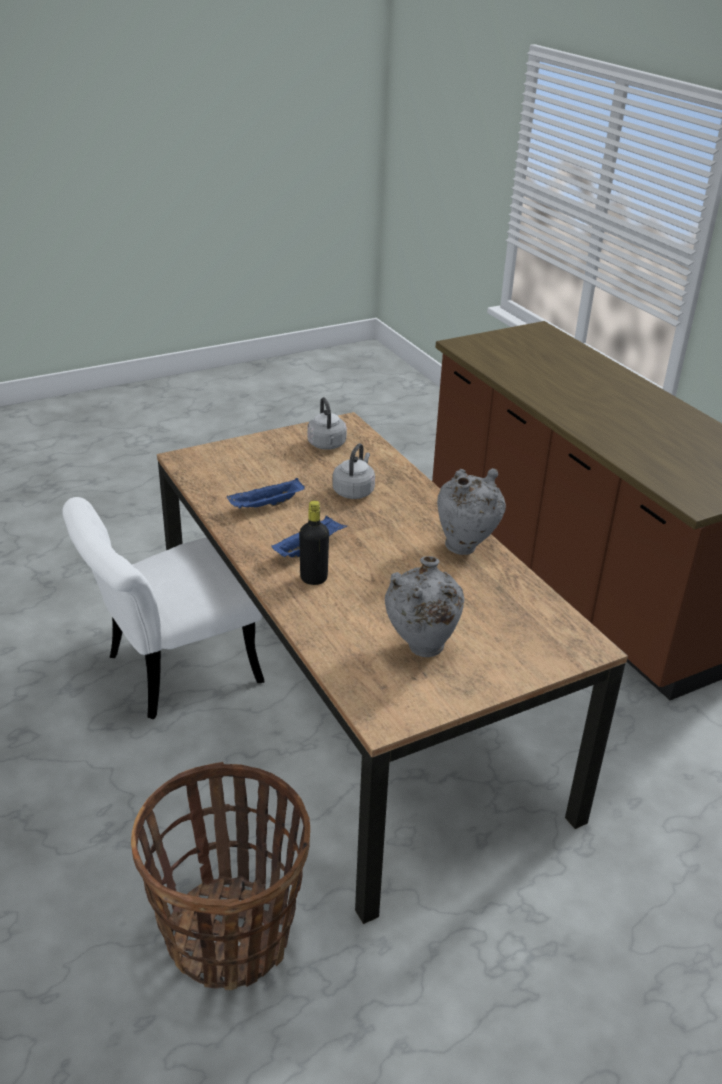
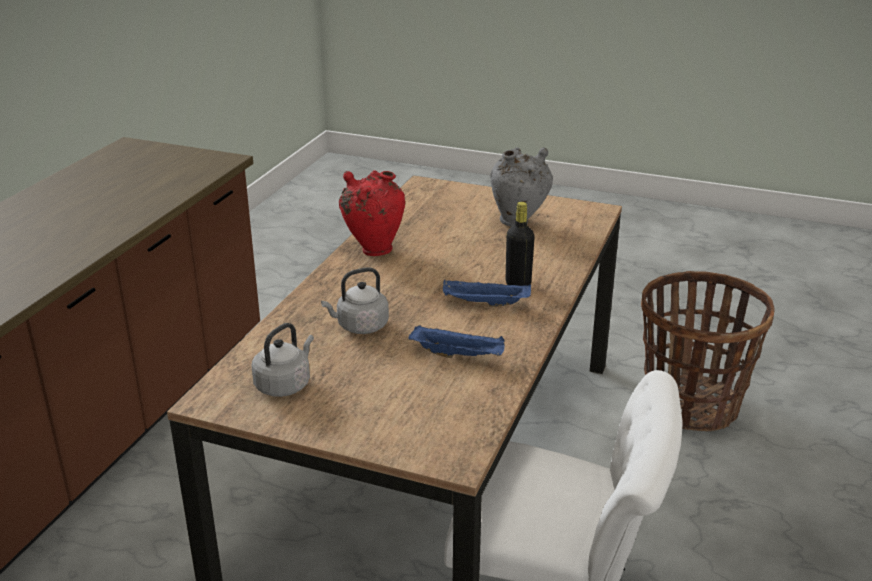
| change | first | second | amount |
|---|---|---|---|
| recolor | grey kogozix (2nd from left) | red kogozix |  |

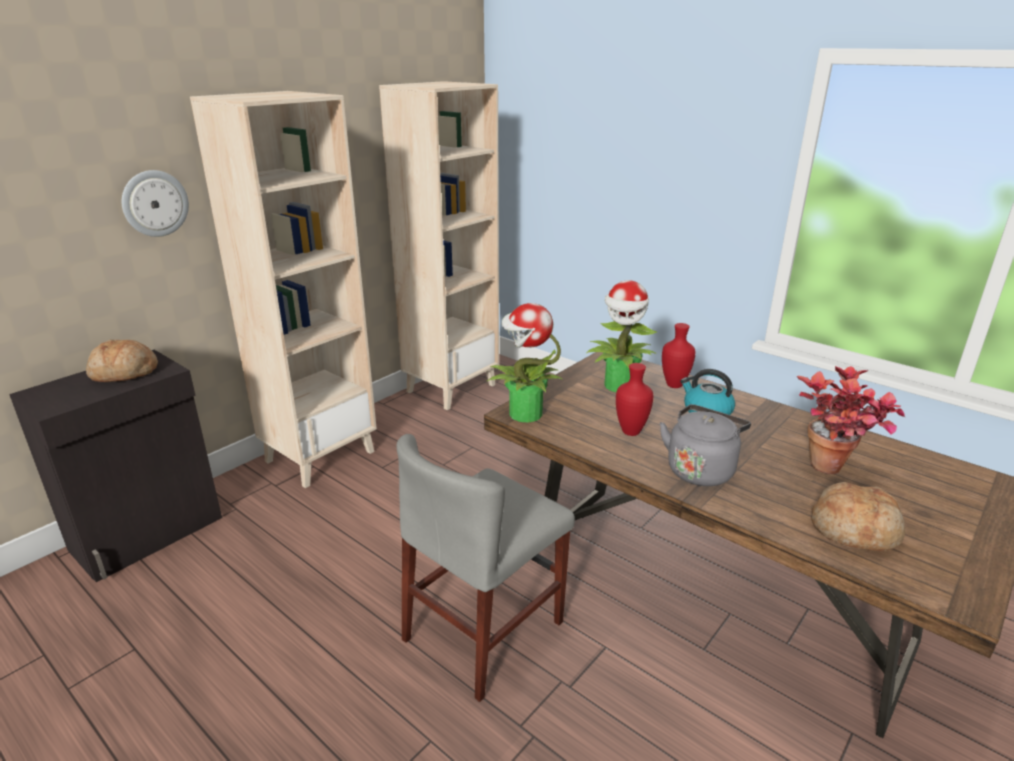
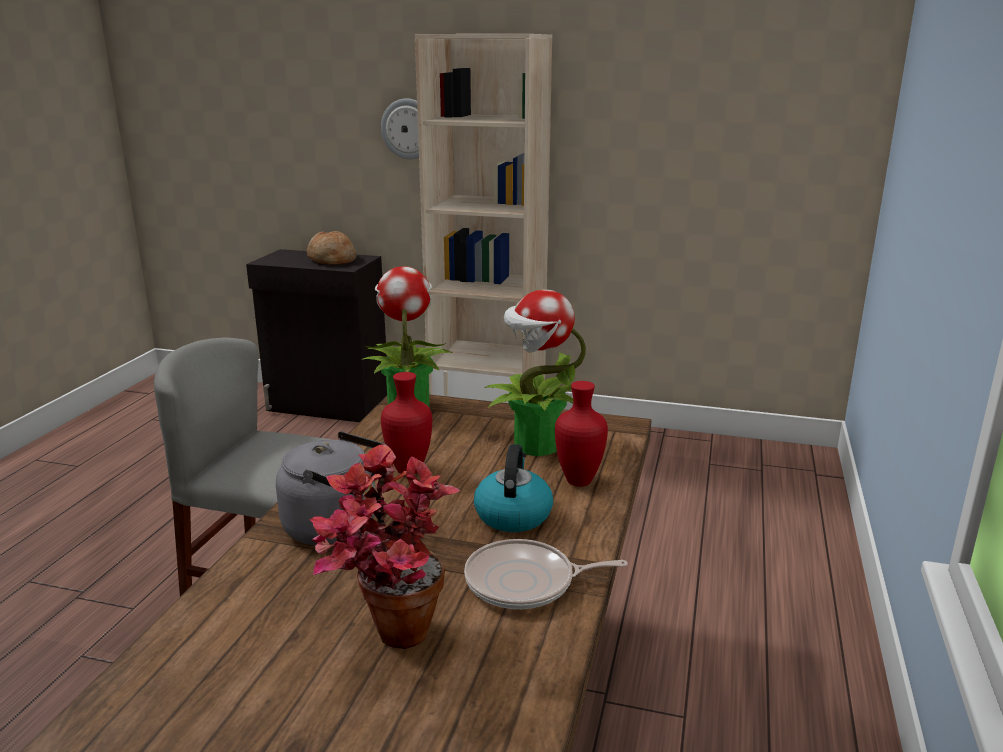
| change | first | second | amount |
|---|---|---|---|
| insert |  | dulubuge |  |
| delete | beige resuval (2nd from left) |  |  |
| delete | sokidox (2nd from left) |  |  |

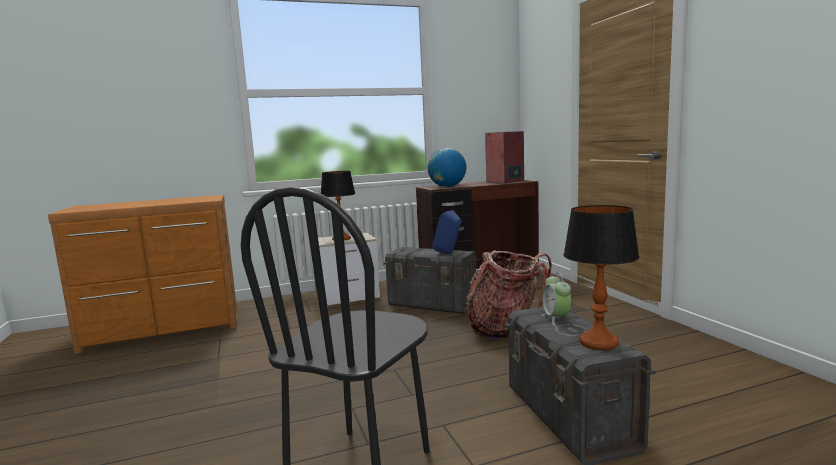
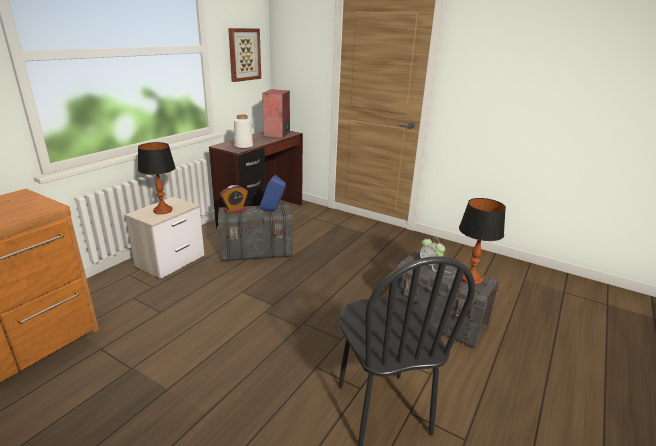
| change | first | second | amount |
|---|---|---|---|
| insert |  | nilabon (1st from left) |  |
| insert |  | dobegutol |  |
| replace | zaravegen | white kogozix |  |
| delete | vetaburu |  |  |

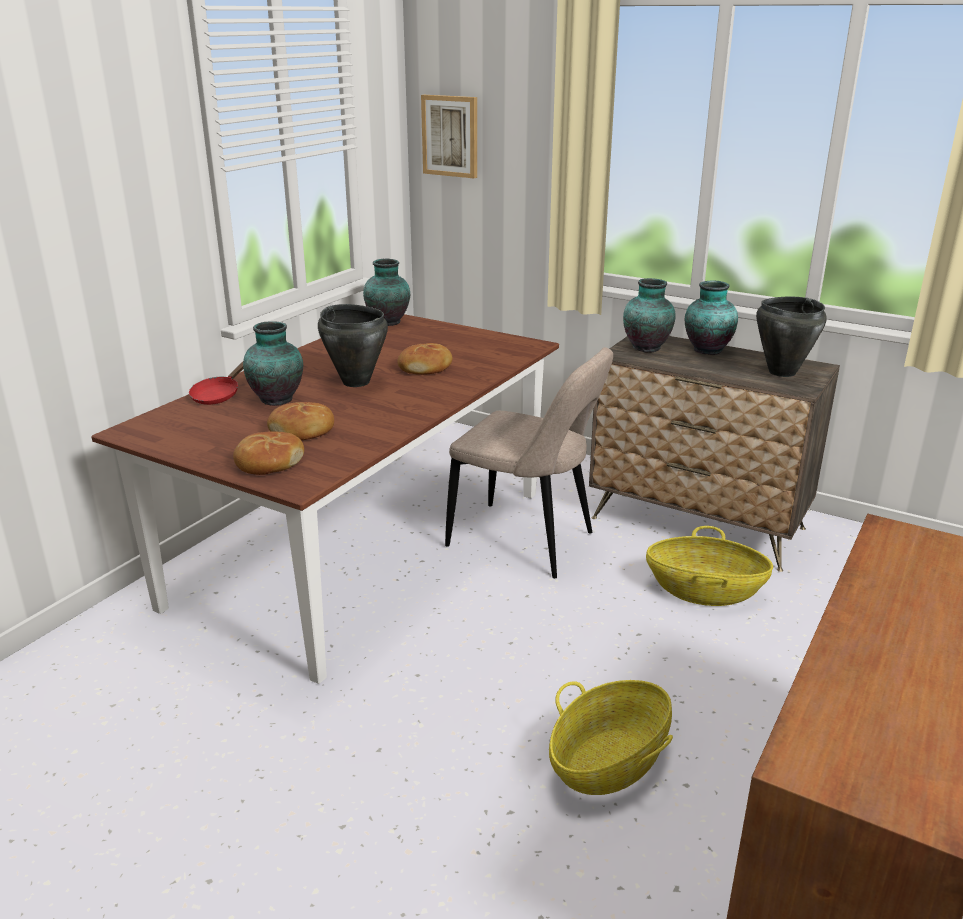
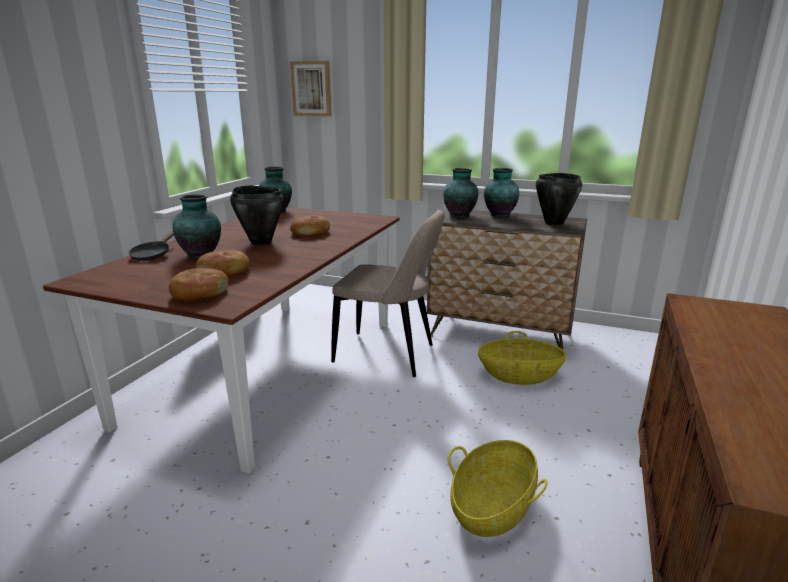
| change | first | second | amount |
|---|---|---|---|
| recolor | red dulubuge | black dulubuge |  |

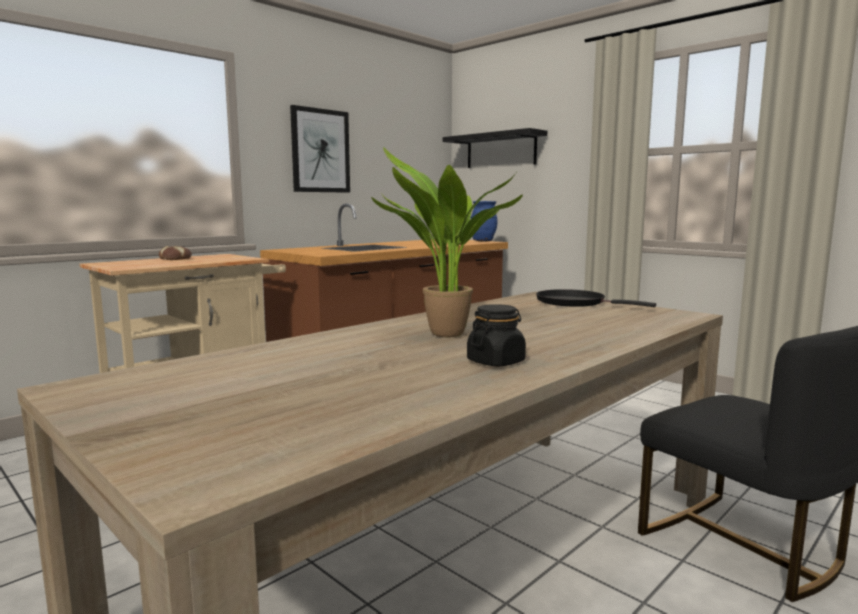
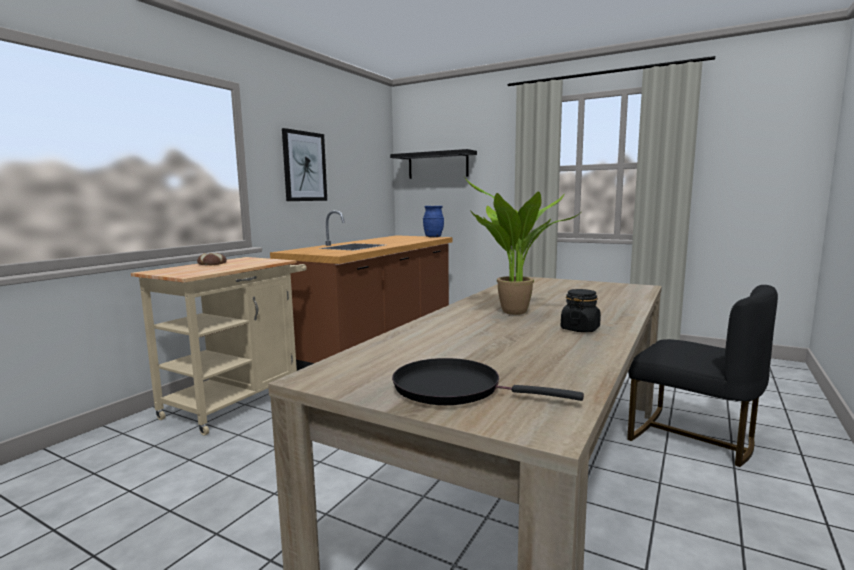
| change | first | second | amount |
|---|---|---|---|
| move | black dulubuge |  |  |

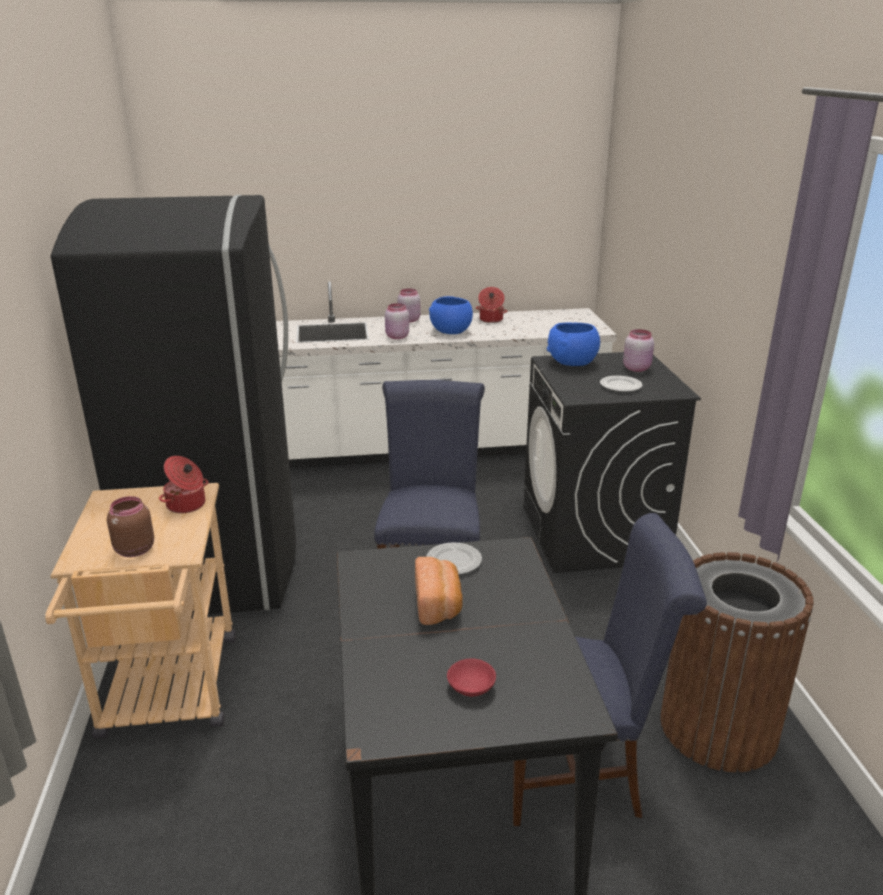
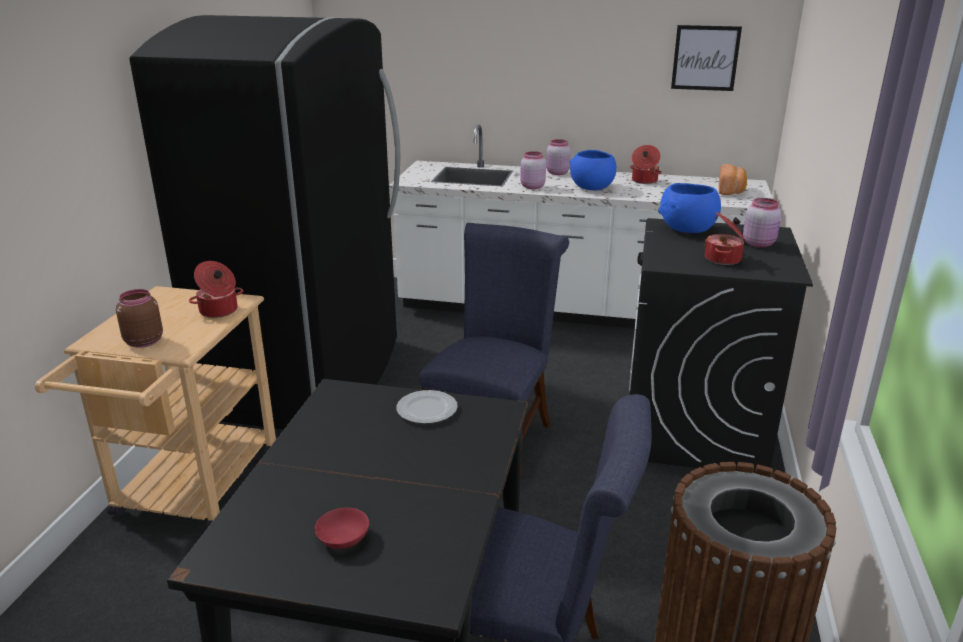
| change | first | second | amount |
|---|---|---|---|
| insert |  | dobegutol |  |
| replace | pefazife (2nd from left) | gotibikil (3rd from left) |  |
| move | sokidox |  |  |

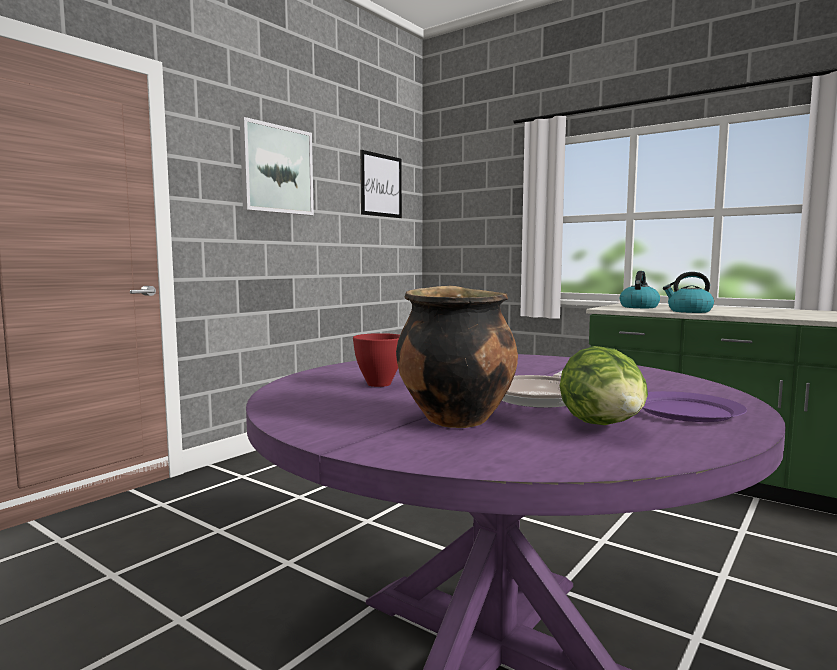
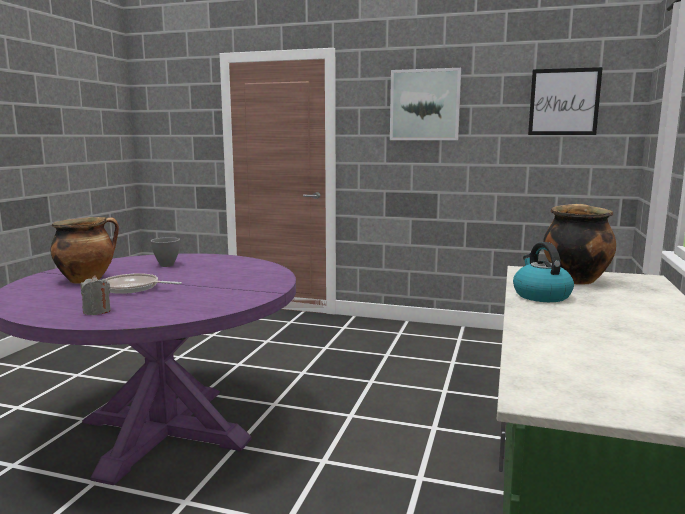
| change | first | second | amount |
|---|---|---|---|
| replace | purple pefazife | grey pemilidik |  |
| recolor | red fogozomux | grey fogozomux |  |
| replace | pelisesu (1st from left) | gotibikil (2nd from left) |  |
| delete | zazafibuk |  |  |

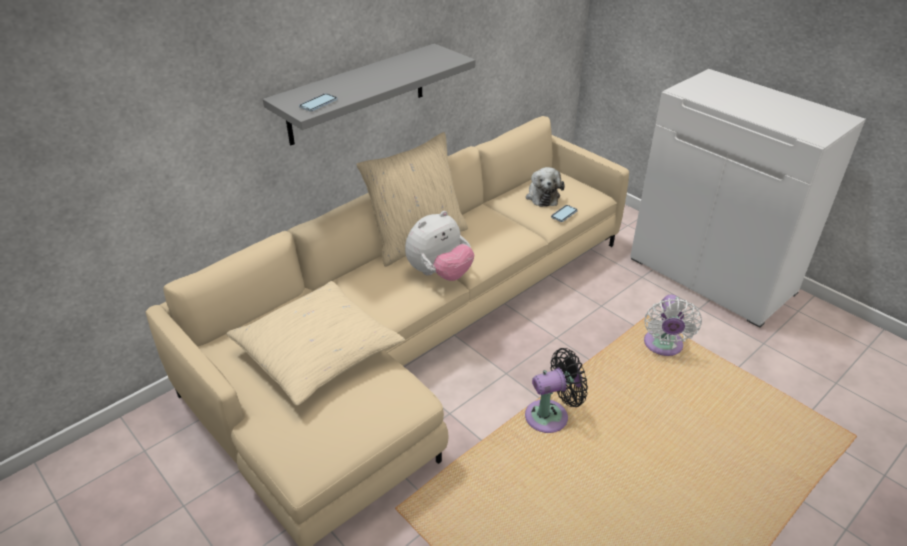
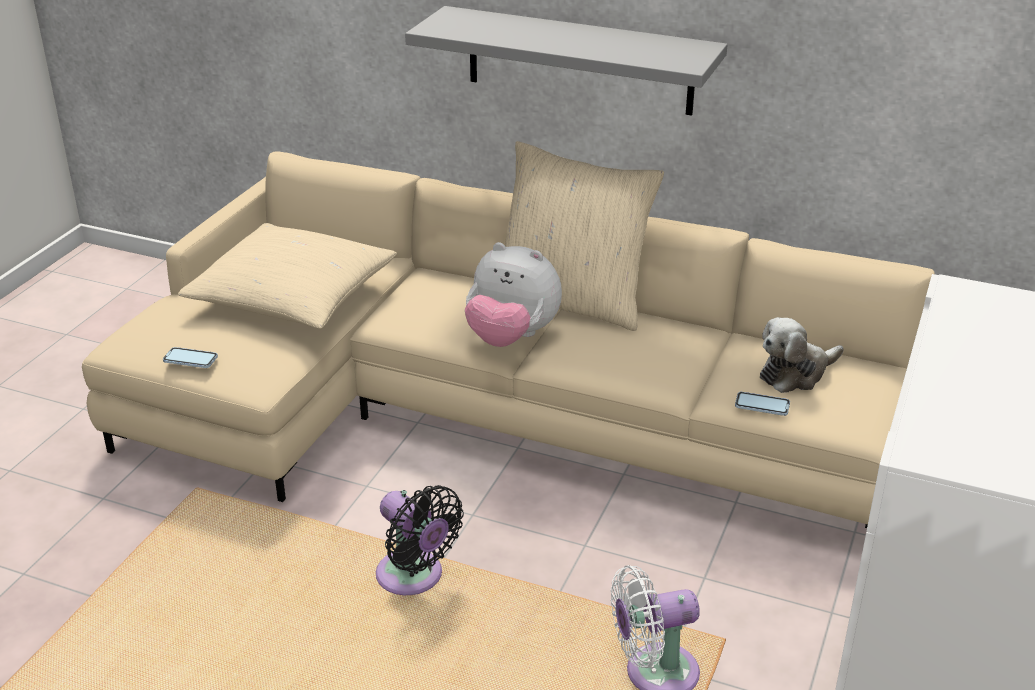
| change | first | second | amount |
|---|---|---|---|
| move | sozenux (1st from left) |  |  |

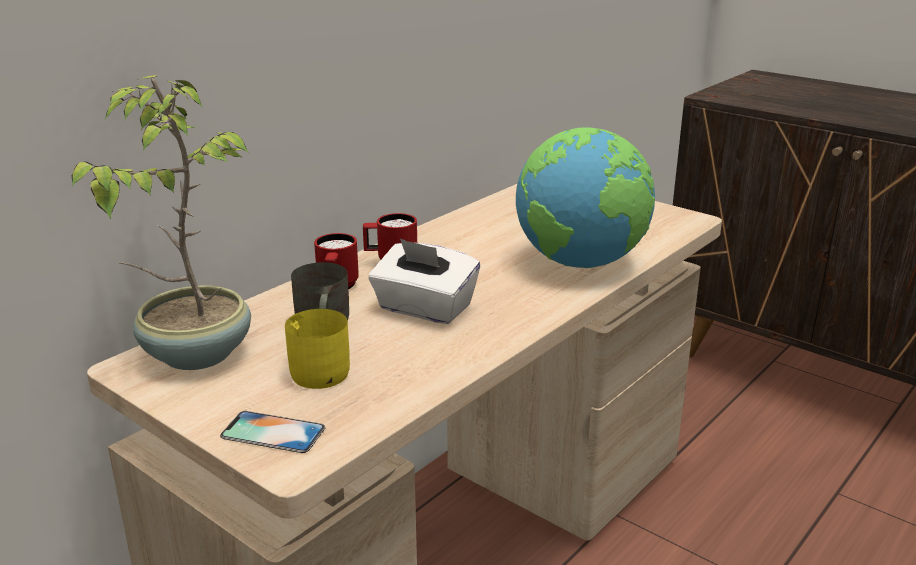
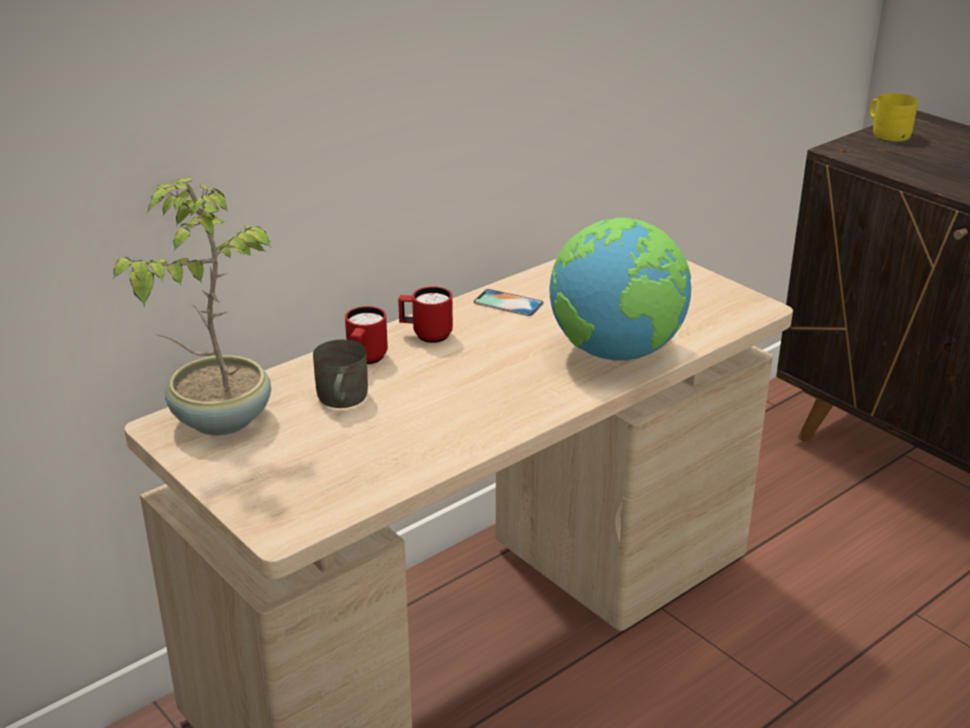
| change | first | second | amount |
|---|---|---|---|
| move | sozenux |  |  |
| move | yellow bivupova |  |  |
| delete | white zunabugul |  |  |

